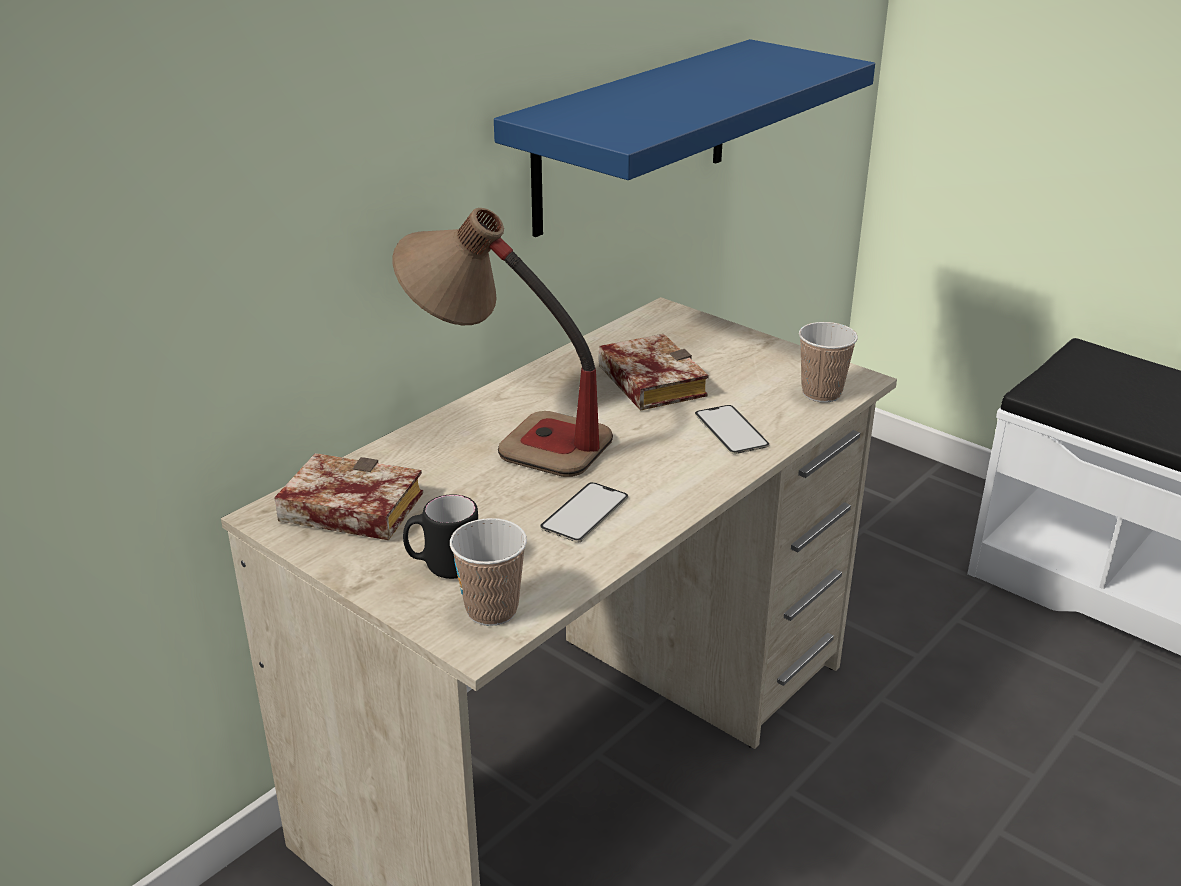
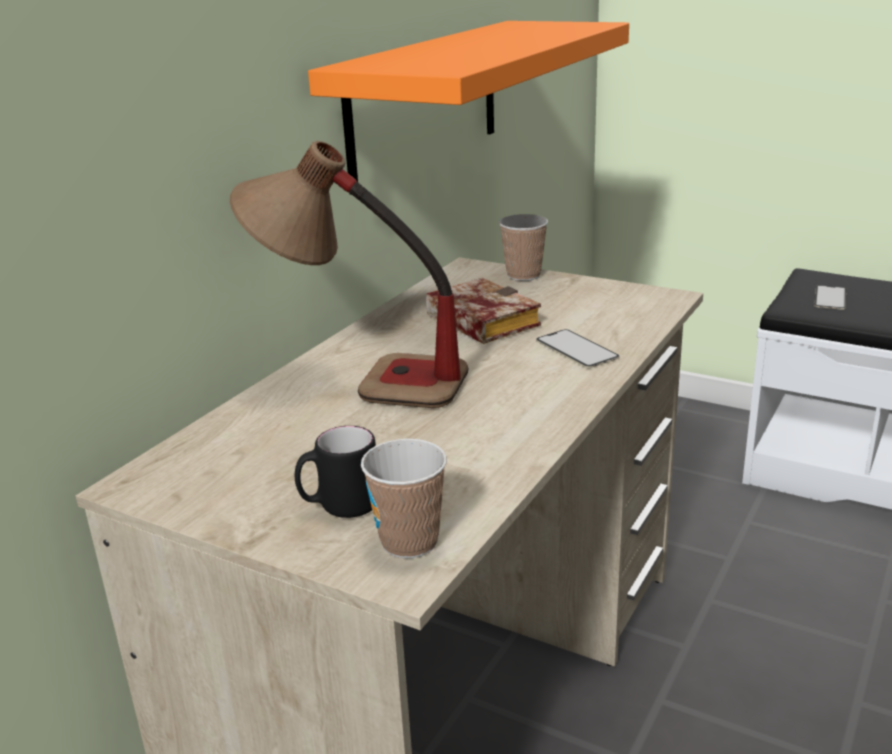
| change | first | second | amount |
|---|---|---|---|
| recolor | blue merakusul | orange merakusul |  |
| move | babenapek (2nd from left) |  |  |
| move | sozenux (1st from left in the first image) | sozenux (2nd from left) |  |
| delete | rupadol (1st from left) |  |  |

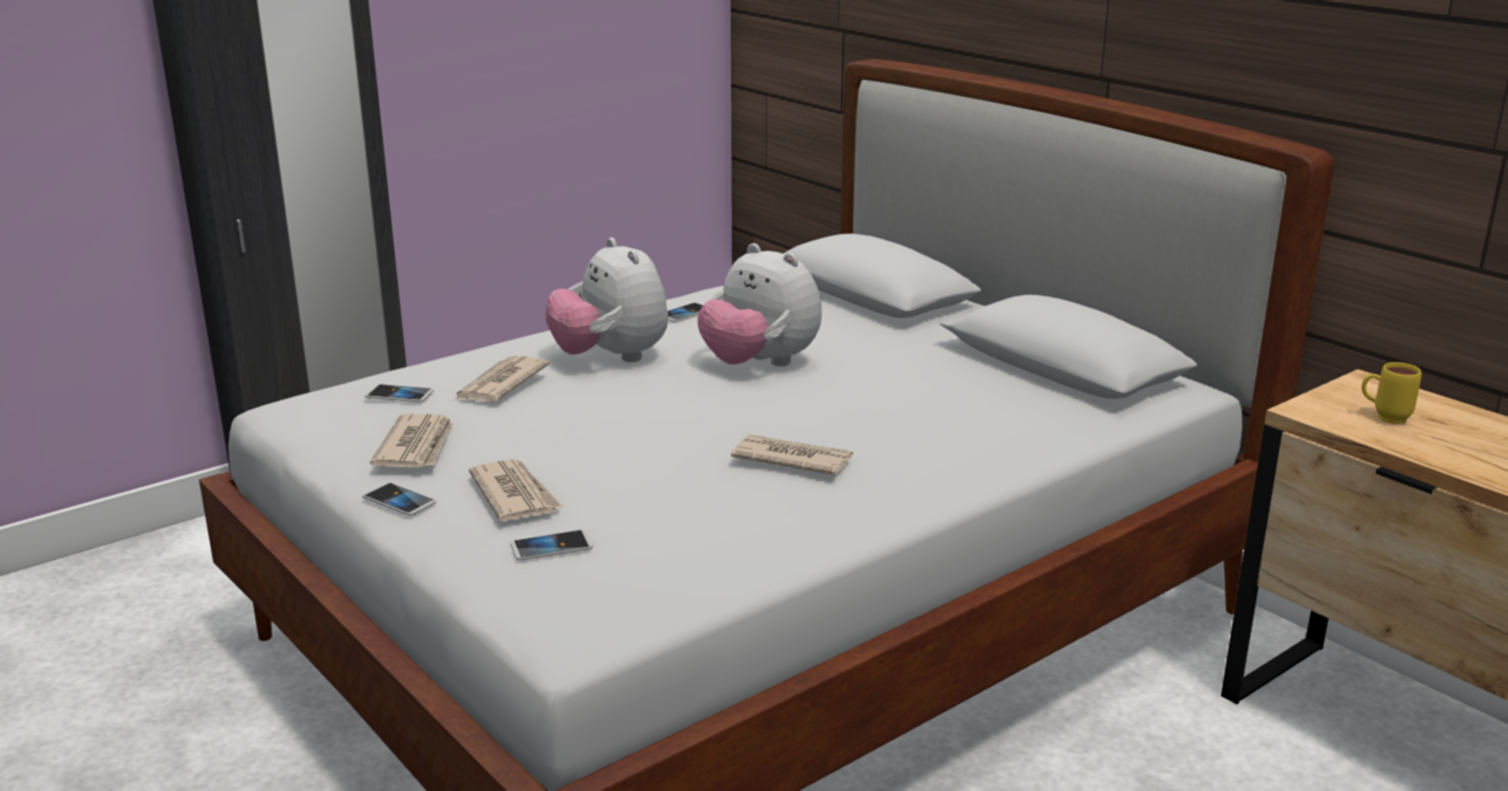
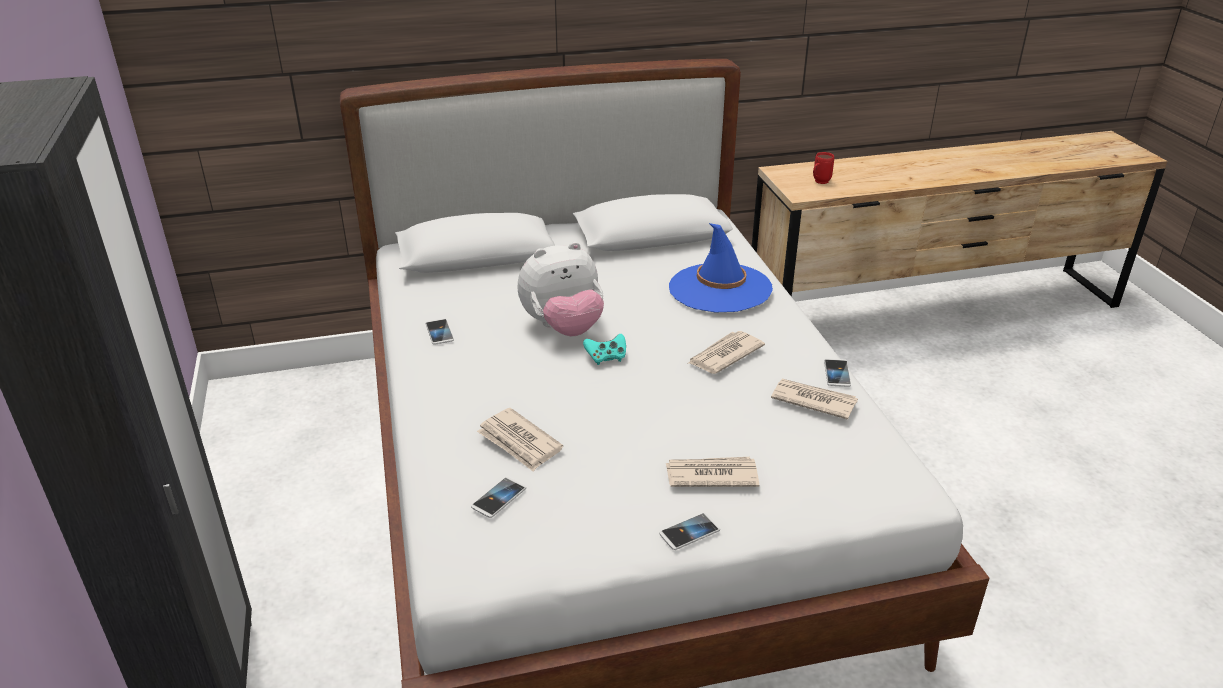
| change | first | second | amount |
|---|---|---|---|
| insert |  | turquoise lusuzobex |  |
| insert |  | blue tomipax |  |
| move | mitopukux (1st from left in the first image) | mitopukux (4th from left) |  |
| recolor | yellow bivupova | red bivupova |  |
| move | sozenux (3rd from left in the first image) | sozenux (4th from left) |  |
| delete | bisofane (1st from left) |  |  |

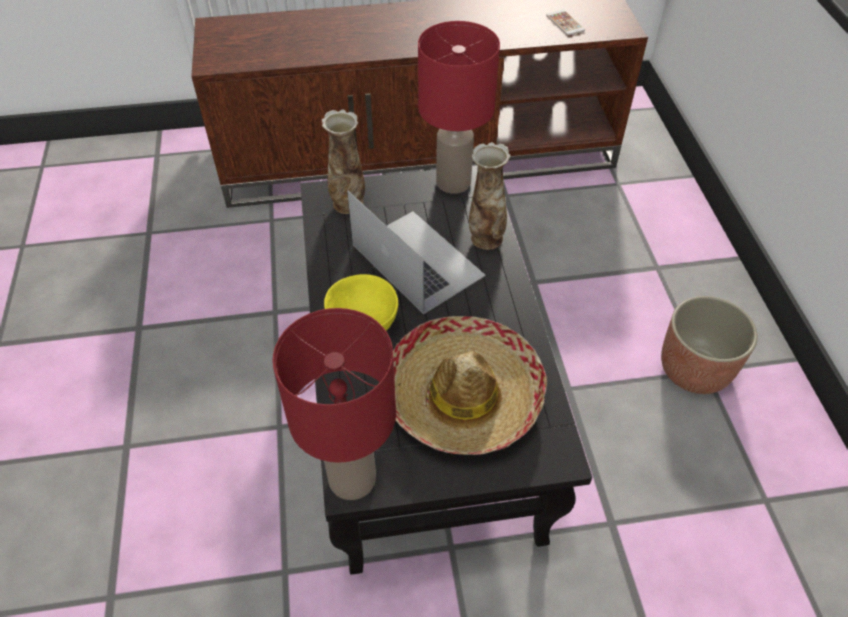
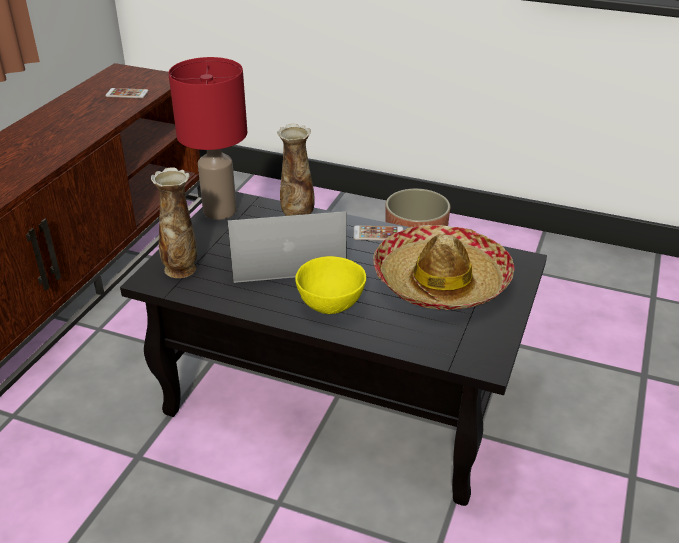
| change | first | second | amount |
|---|---|---|---|
| insert |  | sozenux (2nd from left) |  |
| delete | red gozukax (1st from left) |  |  |

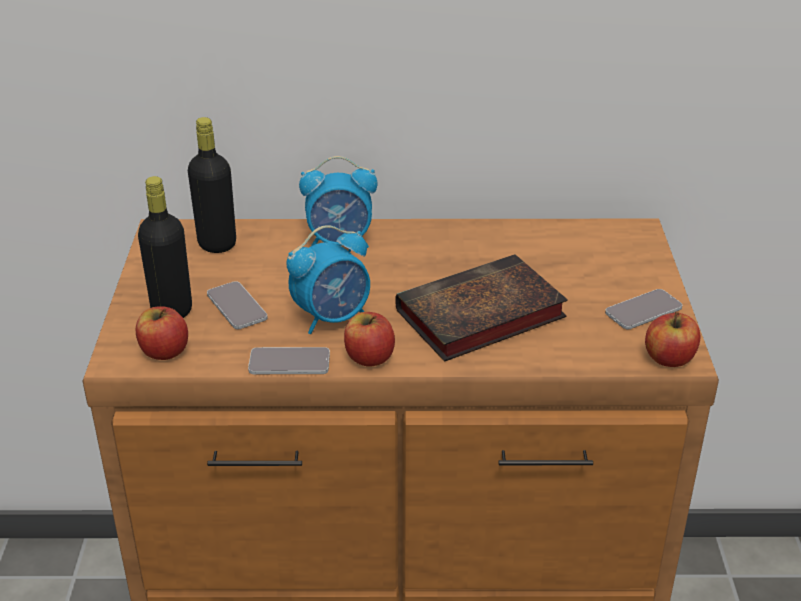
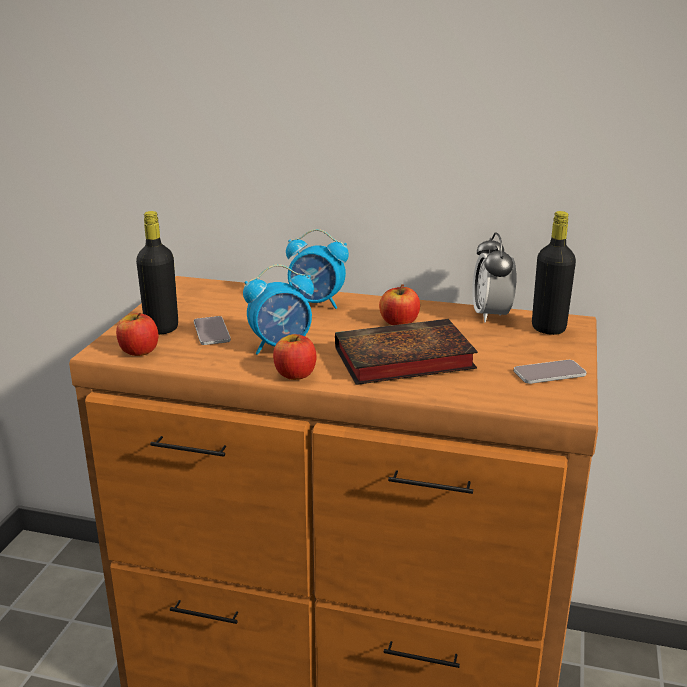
| change | first | second | amount |
|---|---|---|---|
| move | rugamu (3rd from left) |  |  |
| insert |  | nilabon (3rd from left) |  |
| move | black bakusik (2nd from left) |  |  |
| delete | sozenux (2nd from left) |  |  |

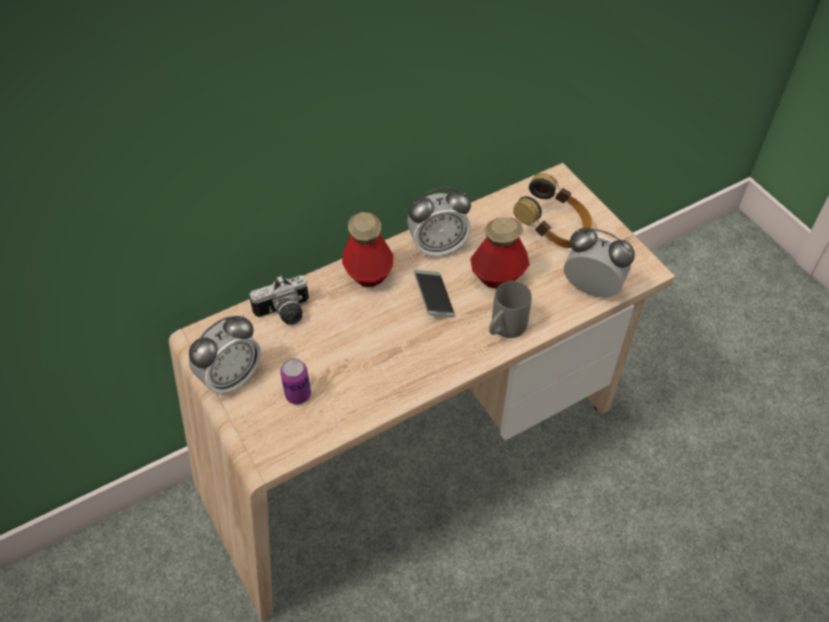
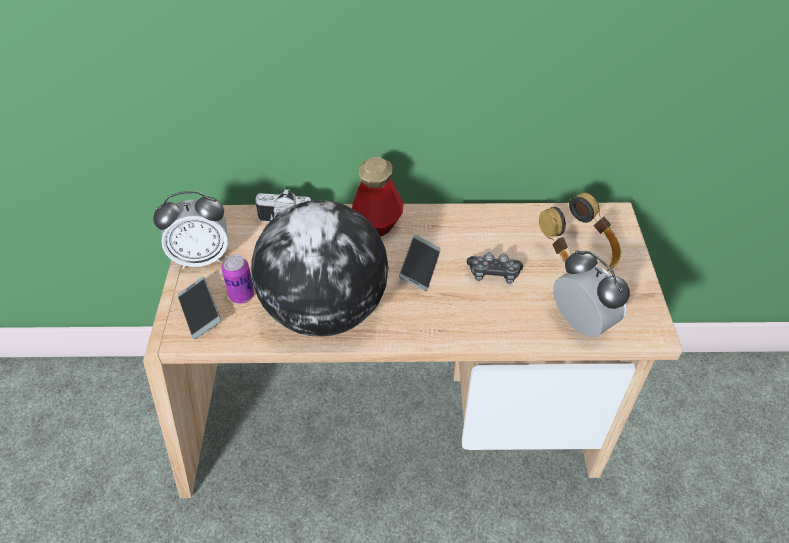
| change | first | second | amount |
|---|---|---|---|
| insert |  | sozenux (1st from left) |  |
| insert |  | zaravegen |  |
| replace | bakusik (2nd from left) | lusuzobex |  |
| delete | nilabon (2nd from left) |  |  |
| delete | grey bivupova |  |  |

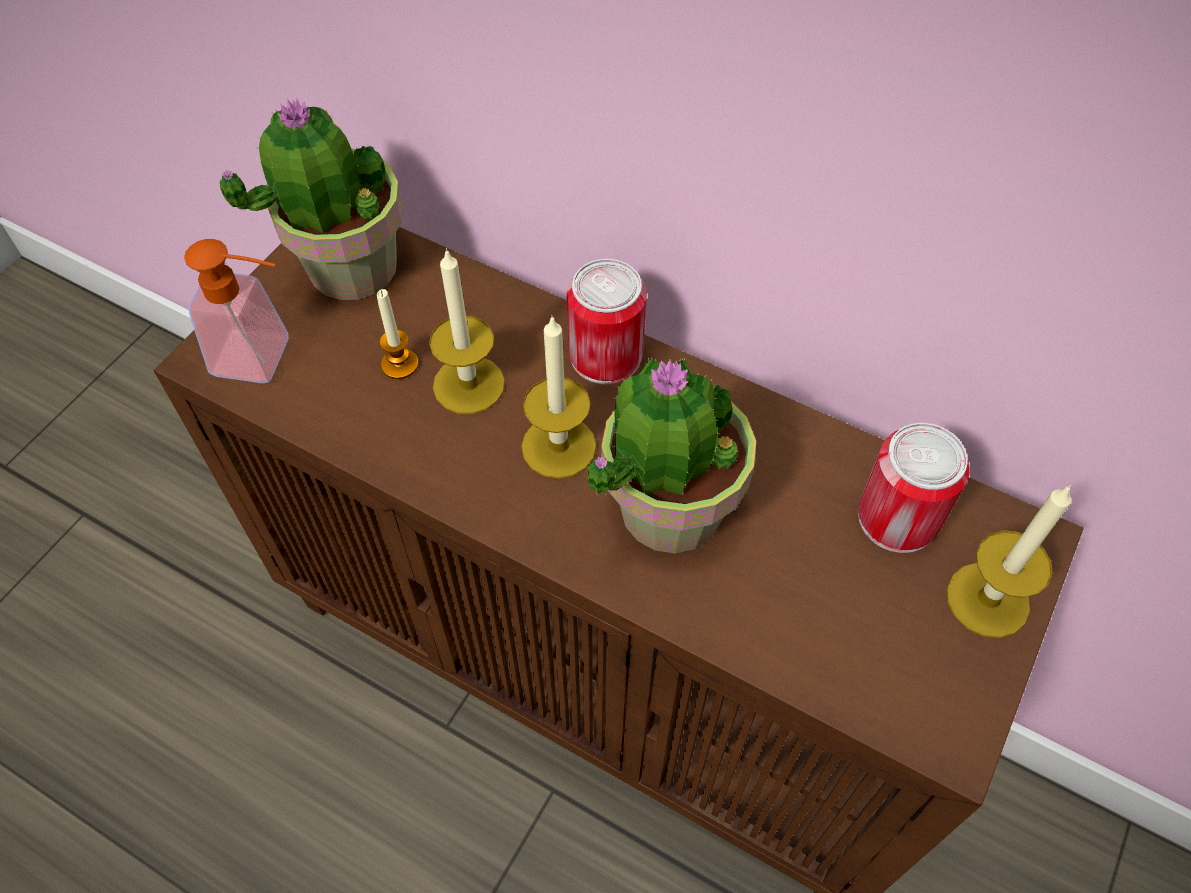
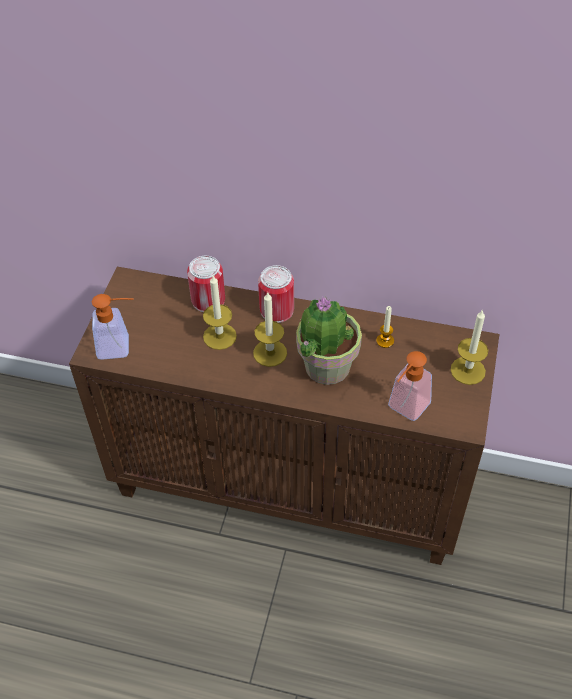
| change | first | second | amount |
|---|---|---|---|
| move | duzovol (2nd from left in the first image) | duzovol (1st from left) |  |
| move | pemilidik (1st from left in the first image) | pemilidik (3rd from left) |  |
| insert |  | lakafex (2nd from left) |  |
| delete | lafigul (1st from left) |  |  |

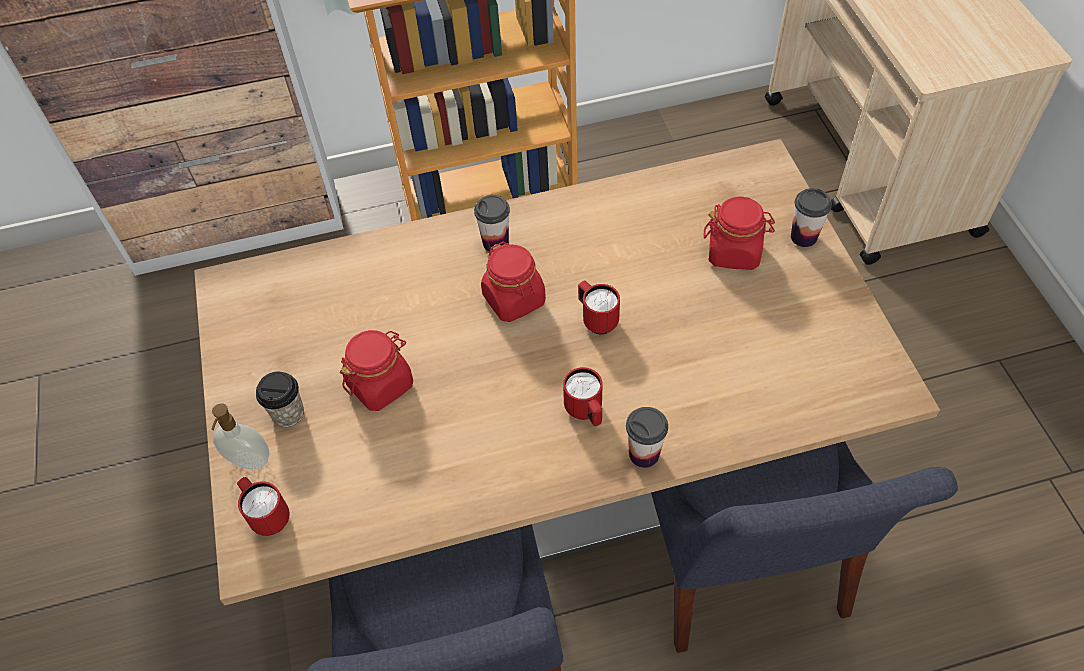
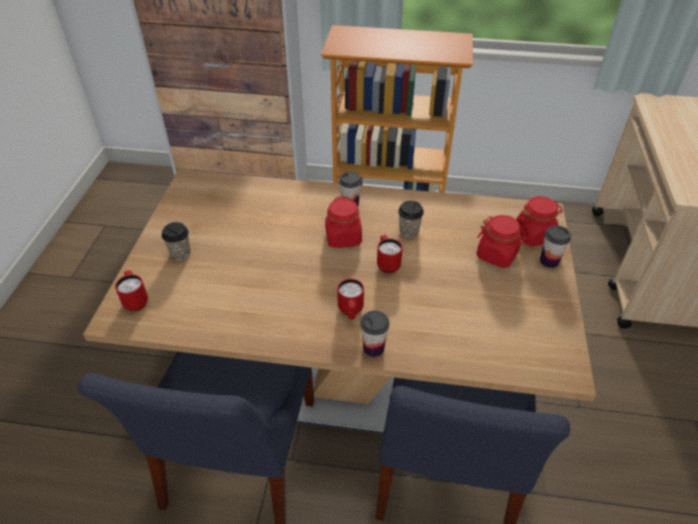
| change | first | second | amount |
|---|---|---|---|
| insert |  | babenapek (4th from left) |  |
| move | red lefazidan (1st from left in the first image) | red lefazidan (3rd from left) |  |
| delete | lakafex |  |  |

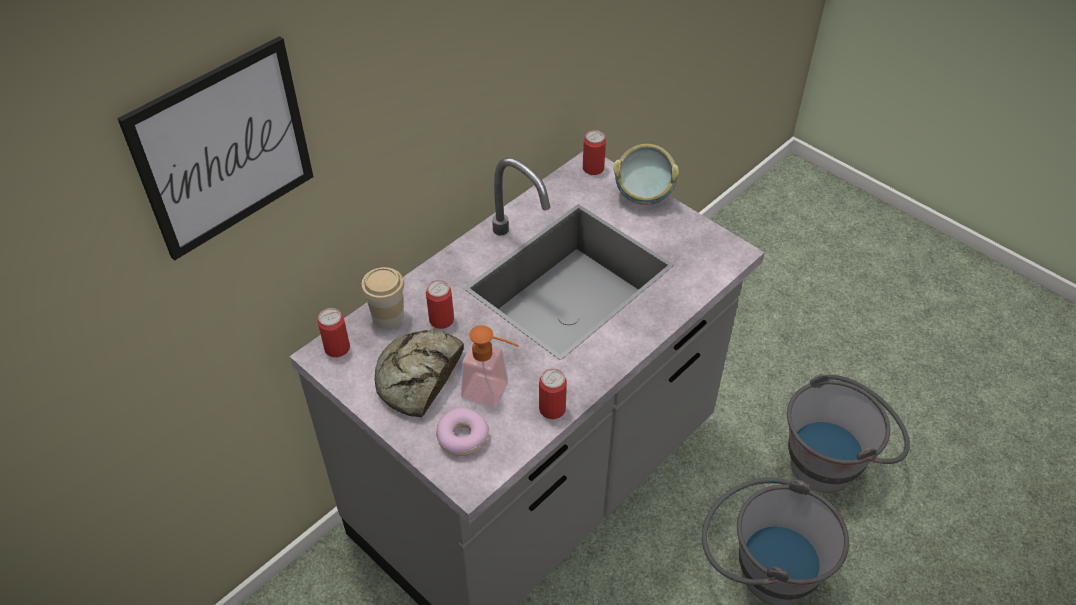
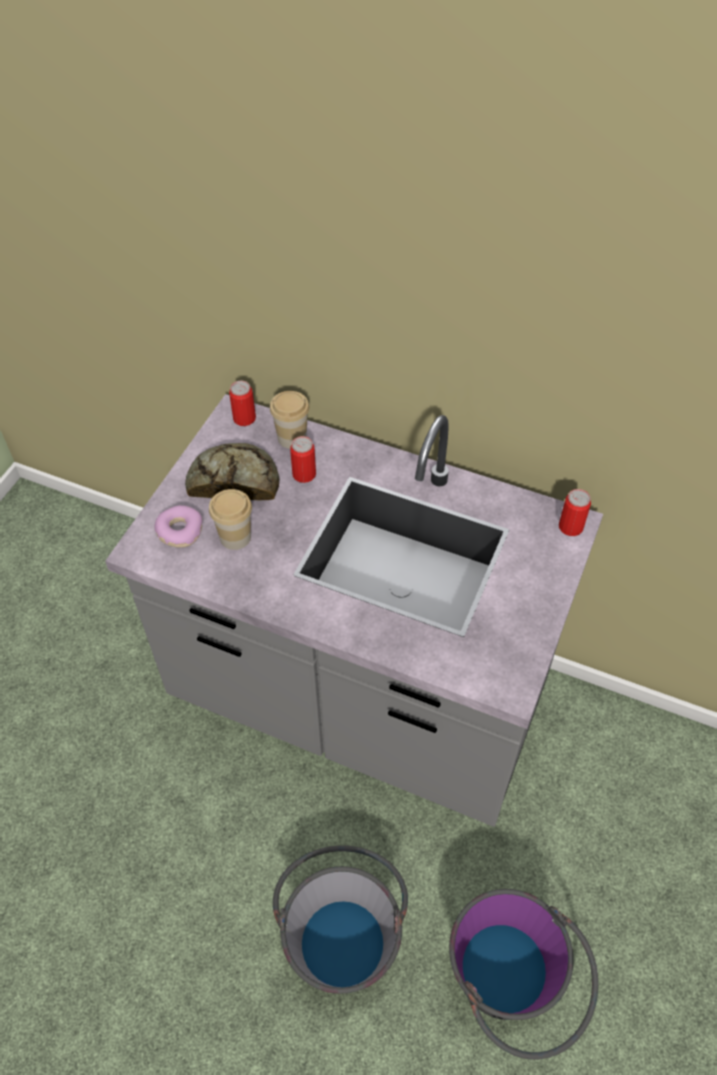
| change | first | second | amount |
|---|---|---|---|
| replace | lakafex | babenapek (1st from left) |  |
| recolor | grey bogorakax (2nd from left) | purple bogorakax |  |
| delete | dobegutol |  |  |
| delete | duzovol (3rd from left) |  |  |
| delete | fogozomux |  |  |

